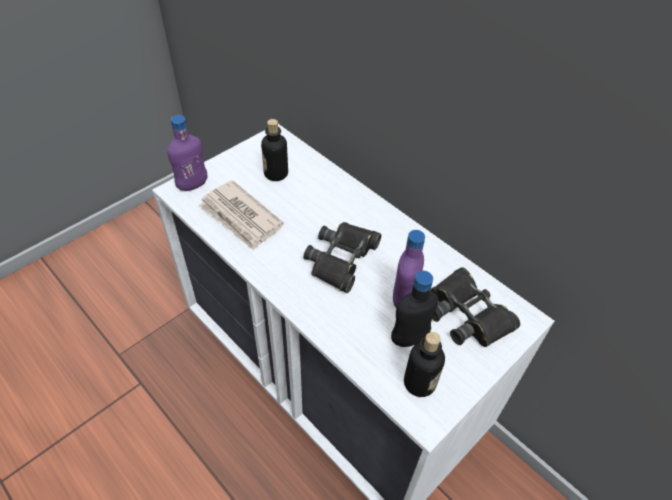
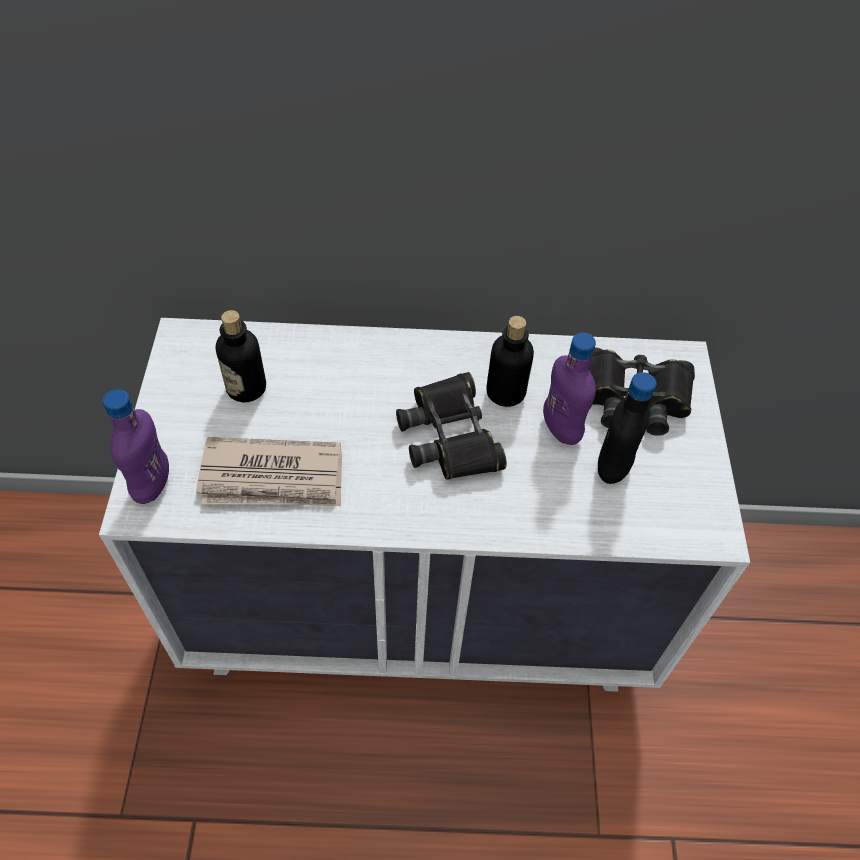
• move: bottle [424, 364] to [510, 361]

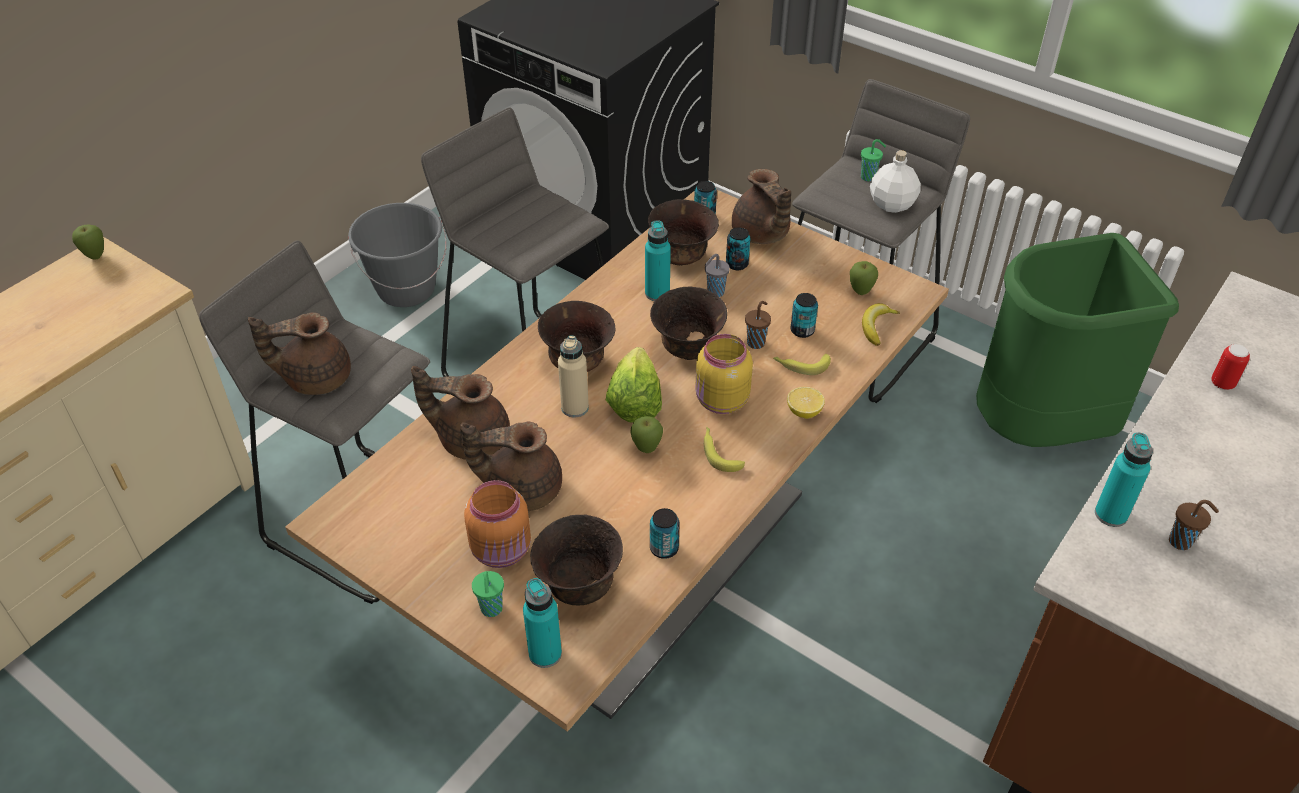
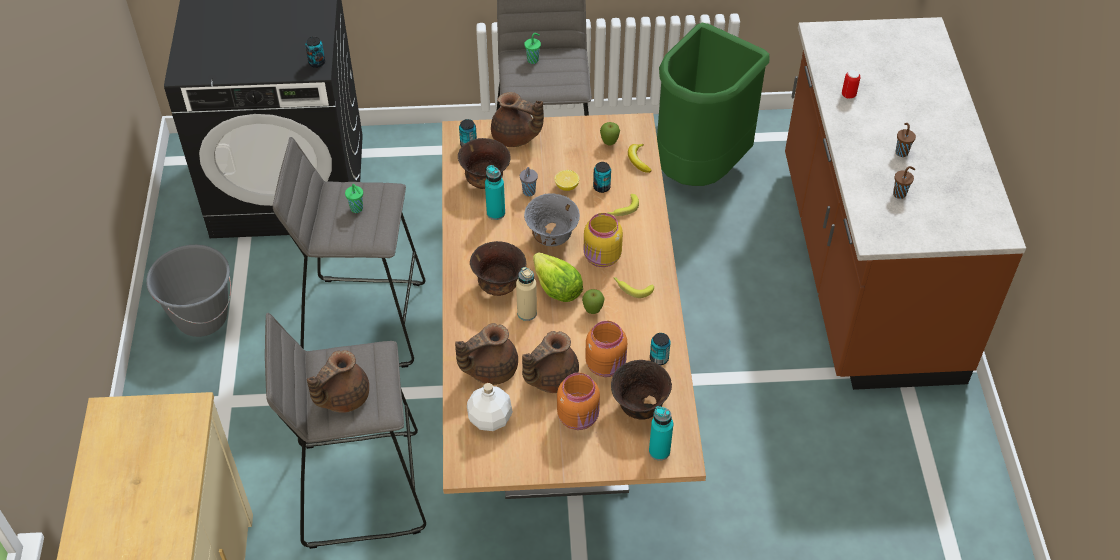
• delete: apple [88, 242]
• move: green_cup [488, 594] to [354, 198]
• recolor: brown_bowl [688, 323] to grey_bowl [552, 220]
• move: can [738, 248] to [315, 52]
• move: brown_cup [758, 325] to [906, 140]
• move: lemon [806, 403] to [566, 180]
• move: white_bottle [895, 181] to [490, 407]
• delete: turquoise_bottle [1124, 480]
• insert: orange_jar [606, 349]

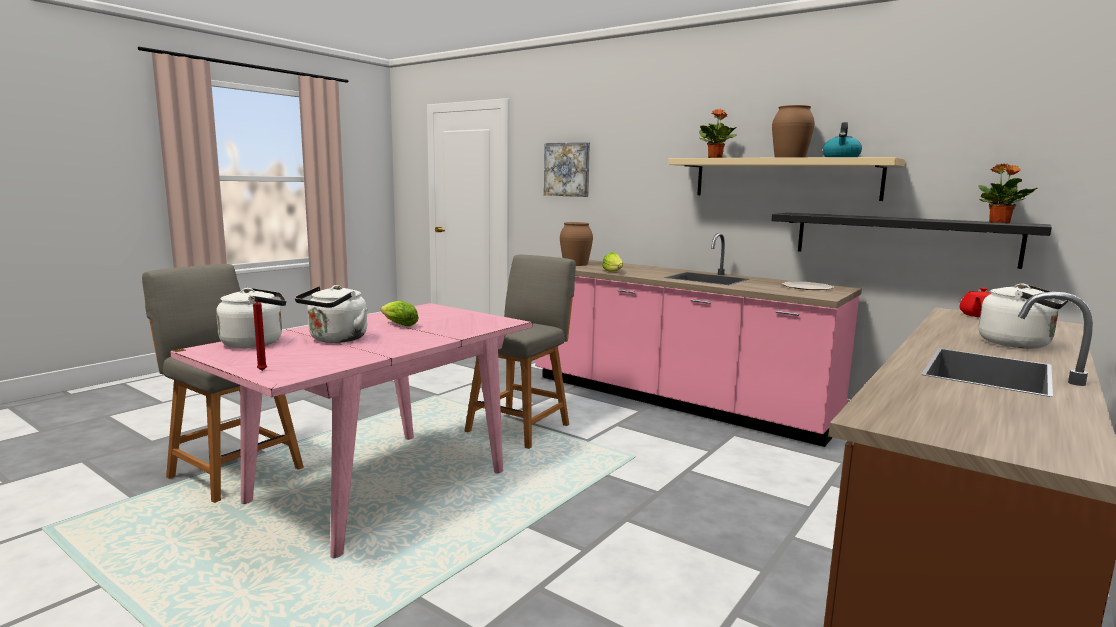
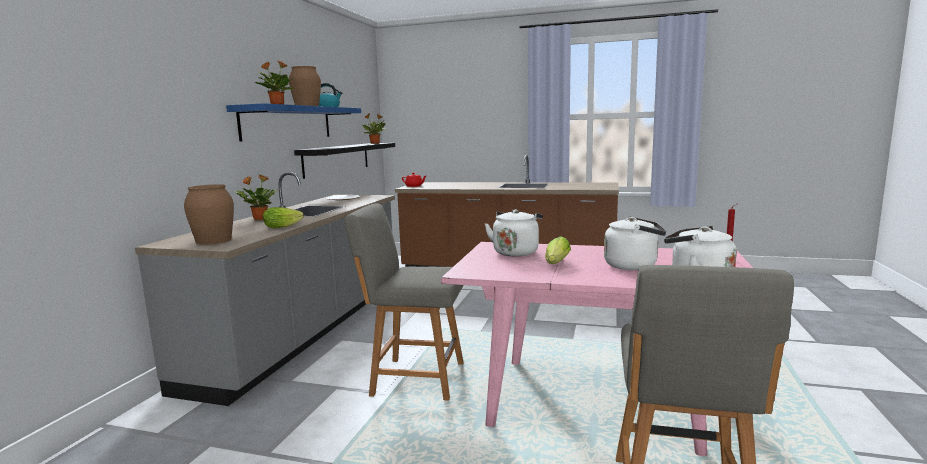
• recolor: pink_counter [698, 340] to grey_counter [265, 289]
• delete: picture [567, 169]
• recolor: beige_shelf [786, 179] to blue_shelf [293, 122]
• move: white_kettle [1023, 316] to [514, 233]
• insert: potted_plant [257, 197]

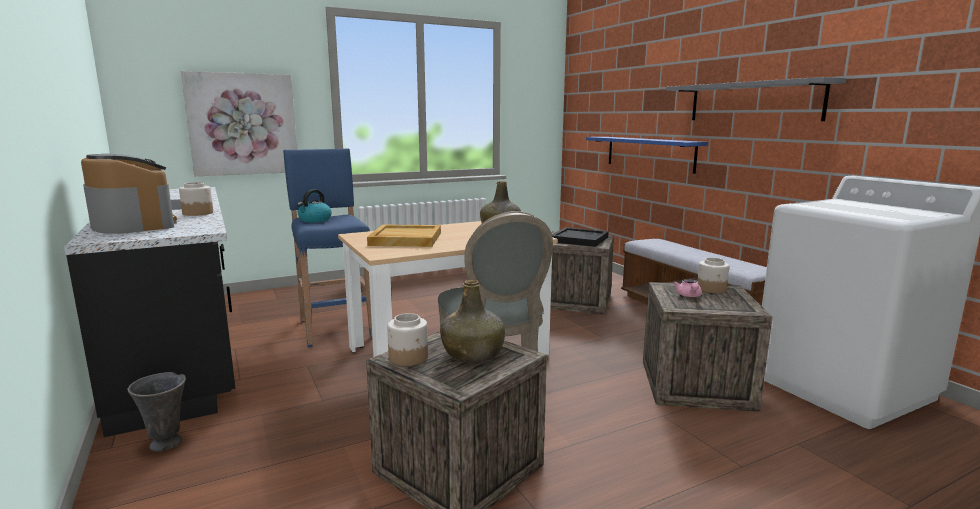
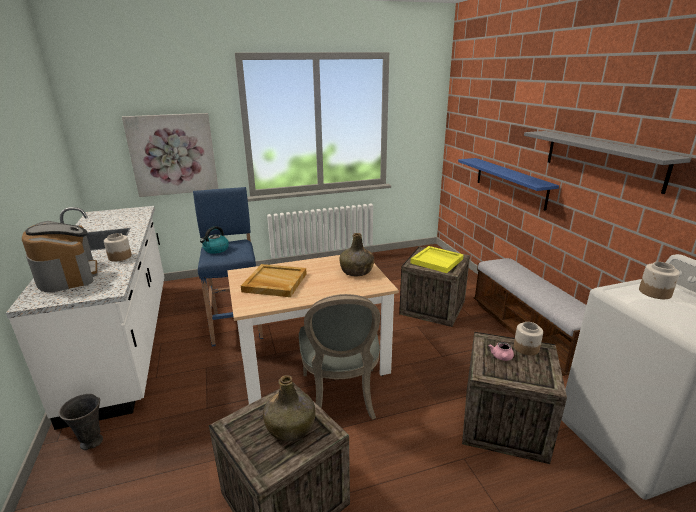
• recolor: black_counter [149, 312] to white_counter [85, 318]
• move: jar [407, 339] to [659, 280]
• recolor: black_tray [580, 237] to yellow_tray [437, 259]

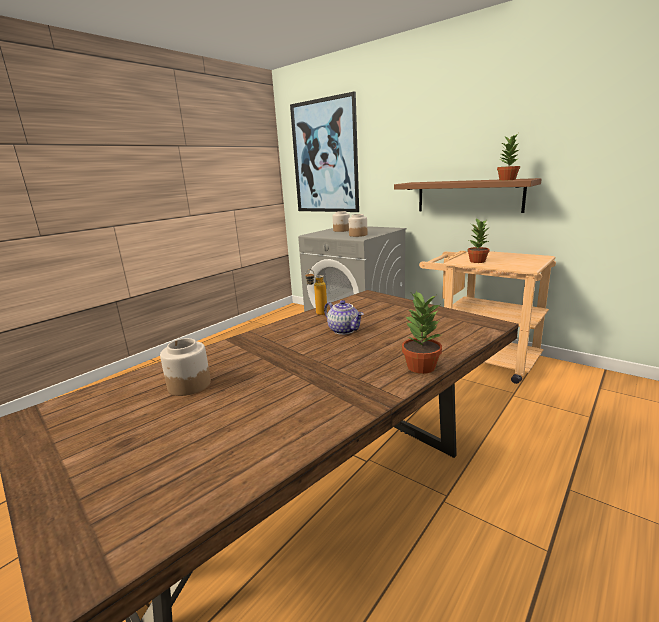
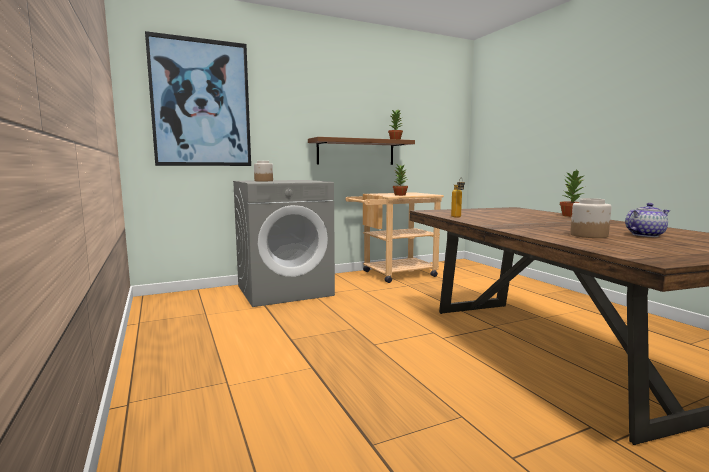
• move: teapot [344, 317] to [647, 220]
• delete: jar [357, 225]

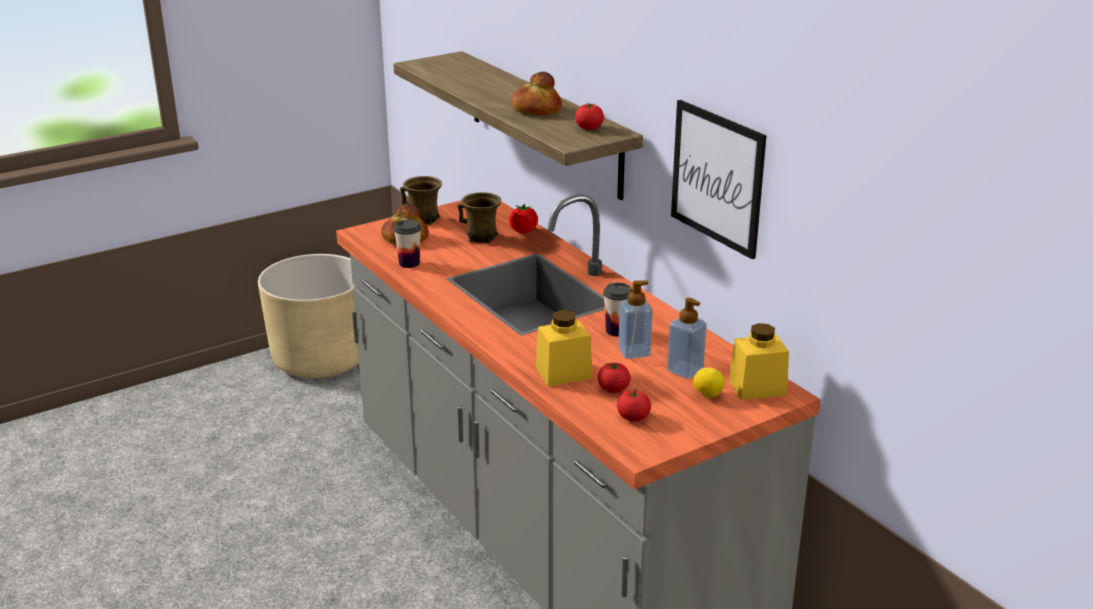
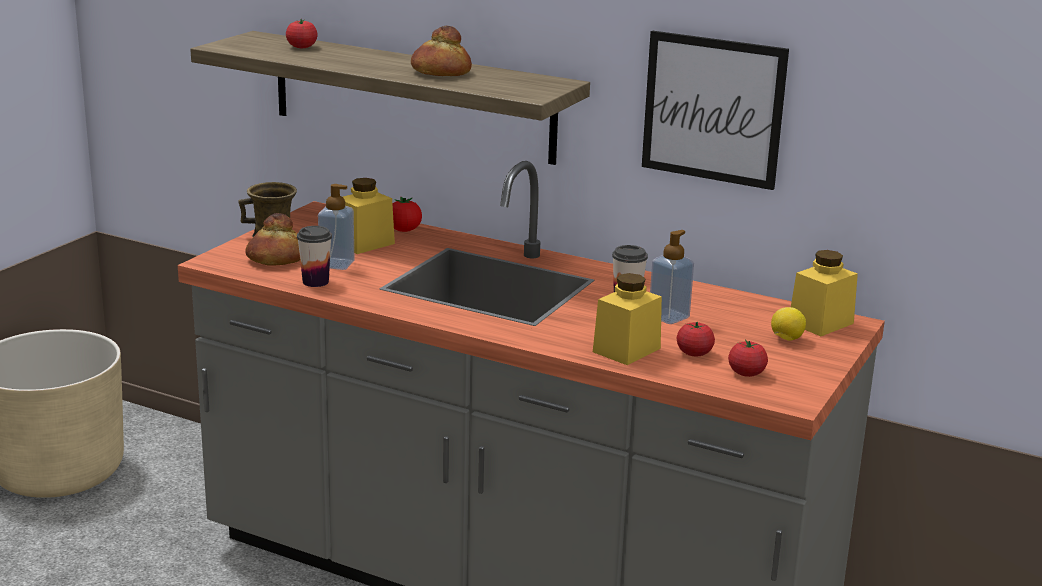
• replace: brown_mug [479, 217] to yellow_jar [369, 216]
• move: tomato [589, 116] to [302, 33]
• move: soap_dispenser [687, 338] to [336, 227]

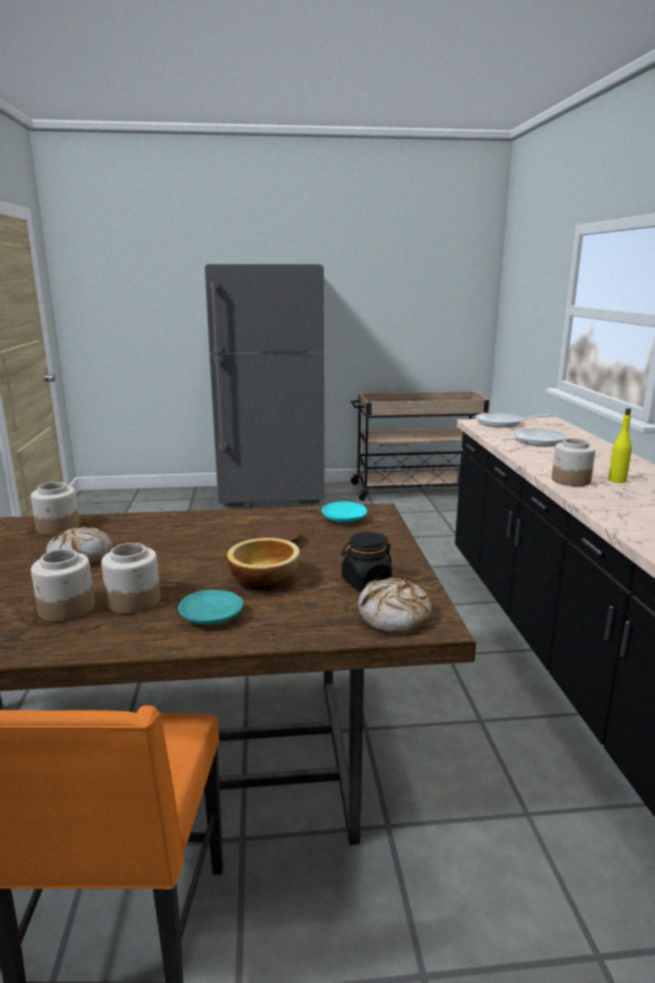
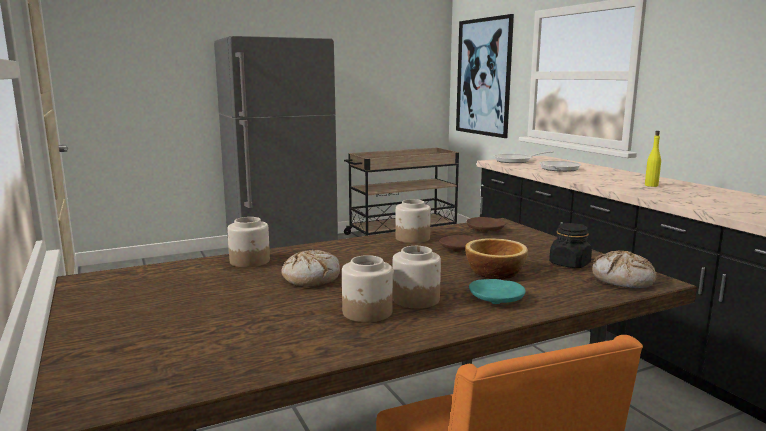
• recolor: turquoise_plate [344, 512] to brown_plate [485, 225]
• move: jar [574, 462] to [413, 221]
• insert: picture [485, 76]

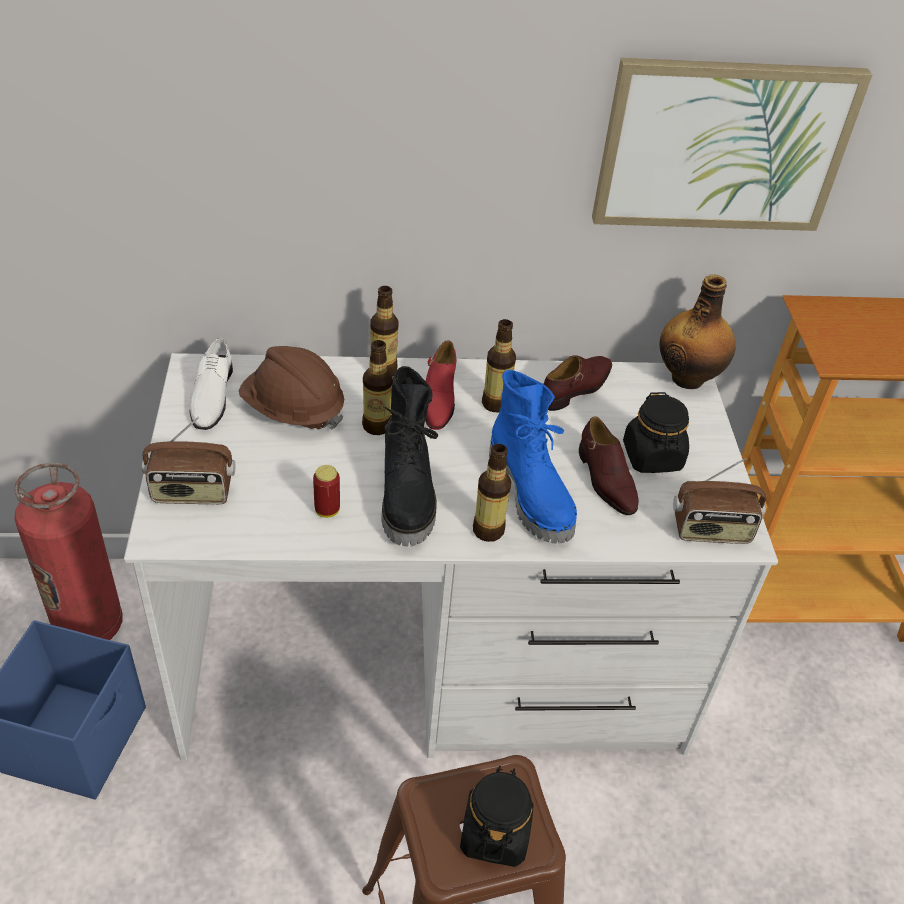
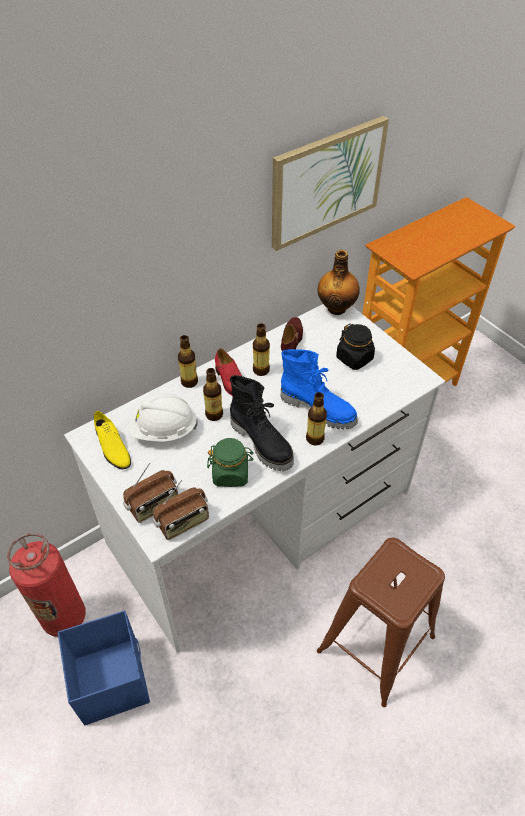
• recolor: white_shoe [211, 384] to yellow_shoe [112, 440]
• recolor: brown_hard_hat [291, 388] to white_hard_hat [163, 417]
• replace: can [326, 491] to green_jar [230, 462]
• delete: black_jar [497, 816]
• delete: brown_shoe [608, 465]
• move: radio [719, 501] to [181, 510]

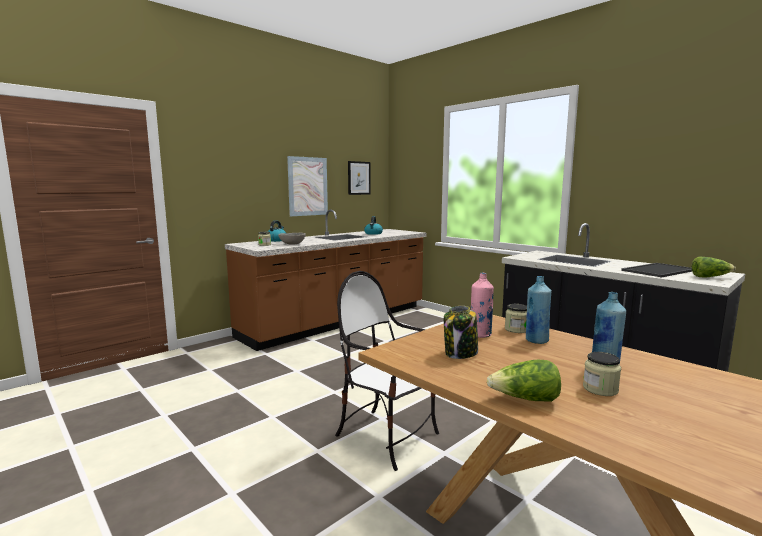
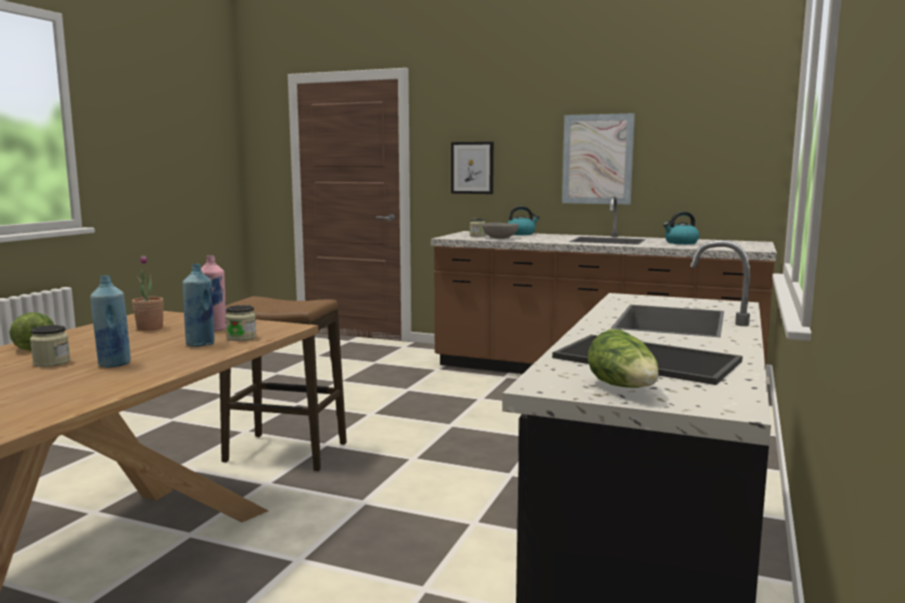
• replace: chair [387, 371] to stool [283, 384]
• move: picture [359, 178] to [472, 168]
• replace: jar [461, 332] to potted_plant [148, 293]

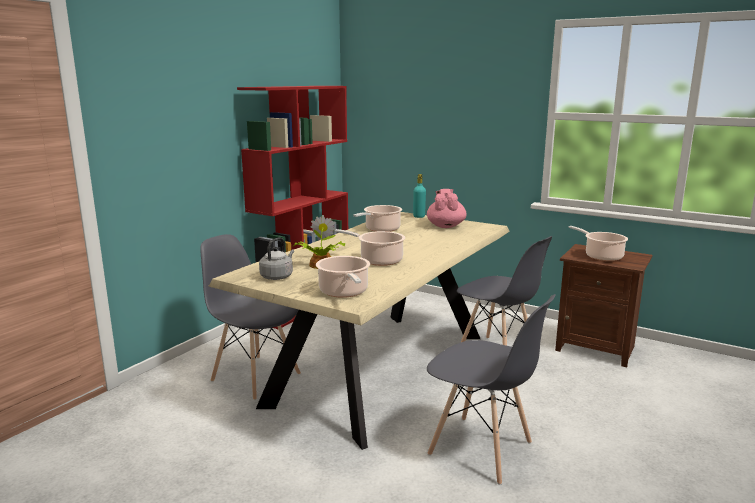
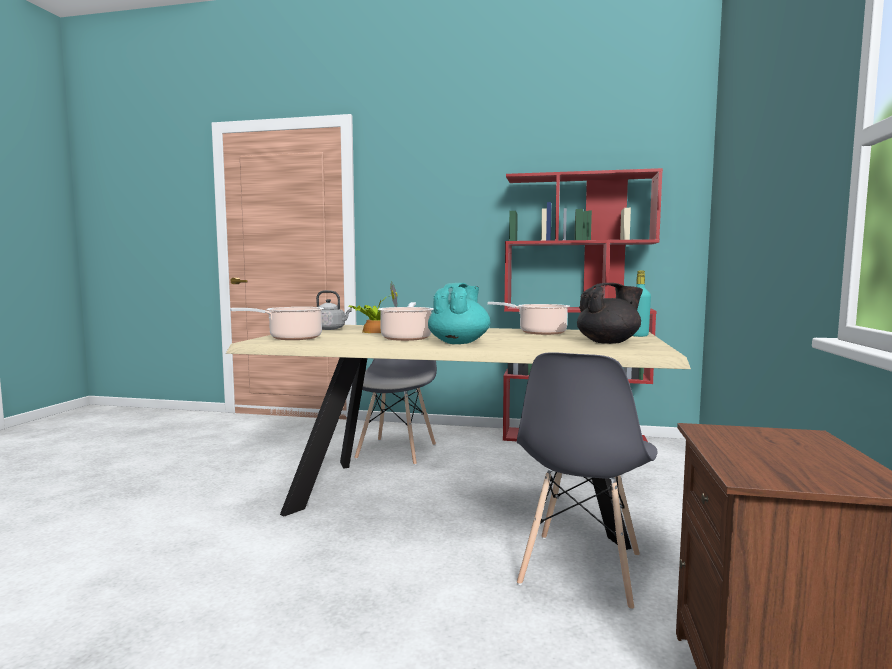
• recolor: pink_teapot [447, 208] to black_teapot [610, 313]
• delete: grey_chair [491, 389]
• delete: cooking_pot [598, 243]
• insert: turquoise_teapot [459, 313]

